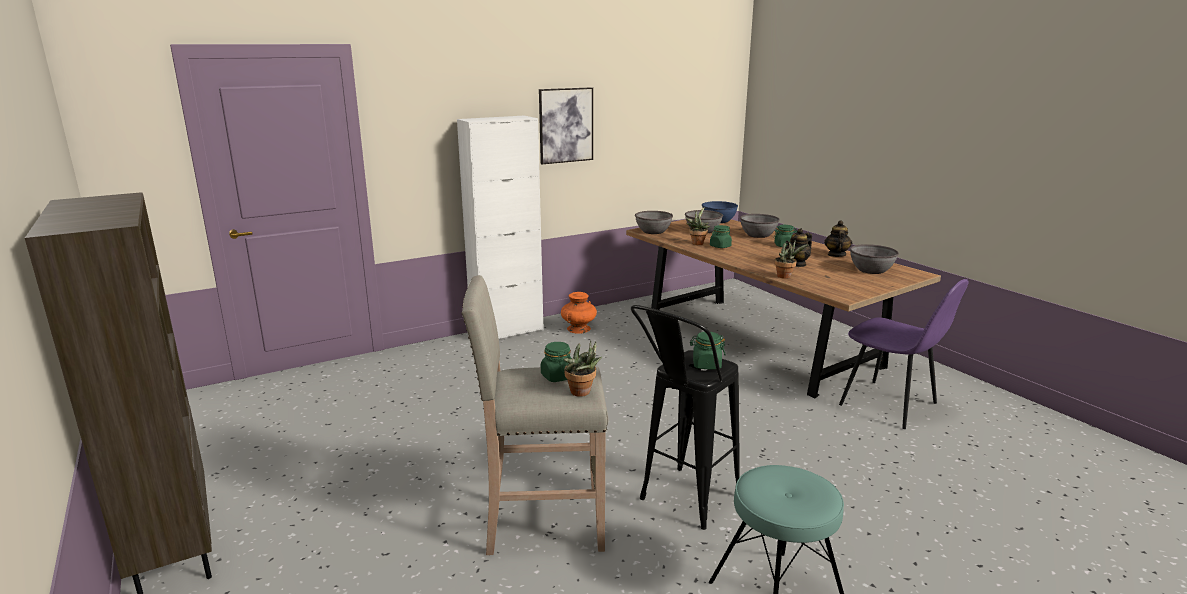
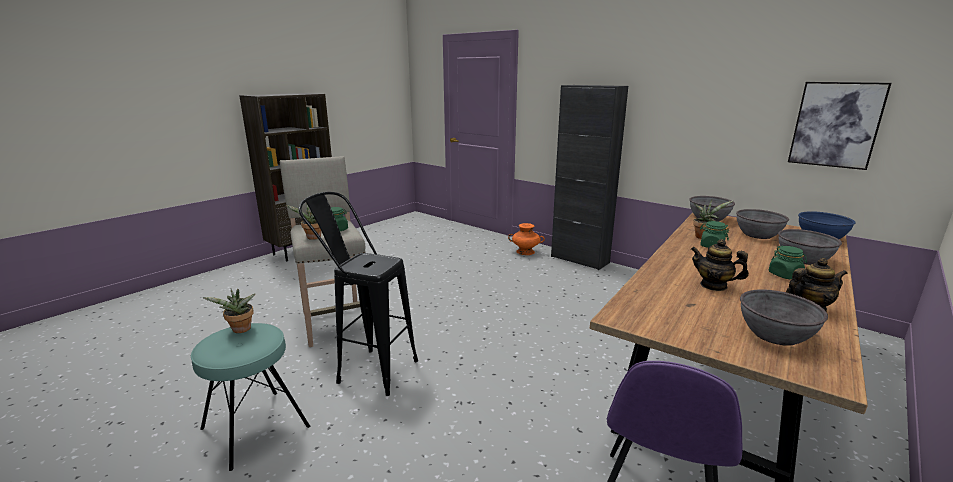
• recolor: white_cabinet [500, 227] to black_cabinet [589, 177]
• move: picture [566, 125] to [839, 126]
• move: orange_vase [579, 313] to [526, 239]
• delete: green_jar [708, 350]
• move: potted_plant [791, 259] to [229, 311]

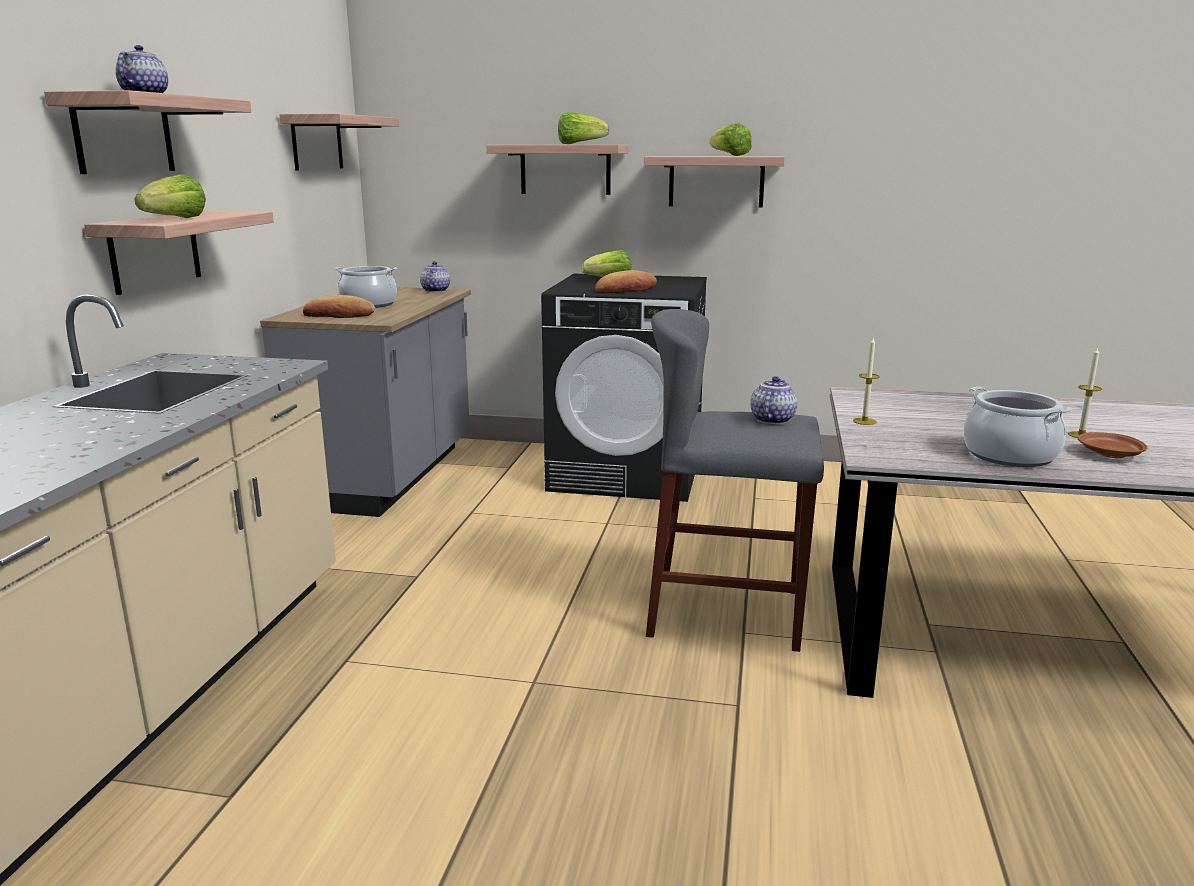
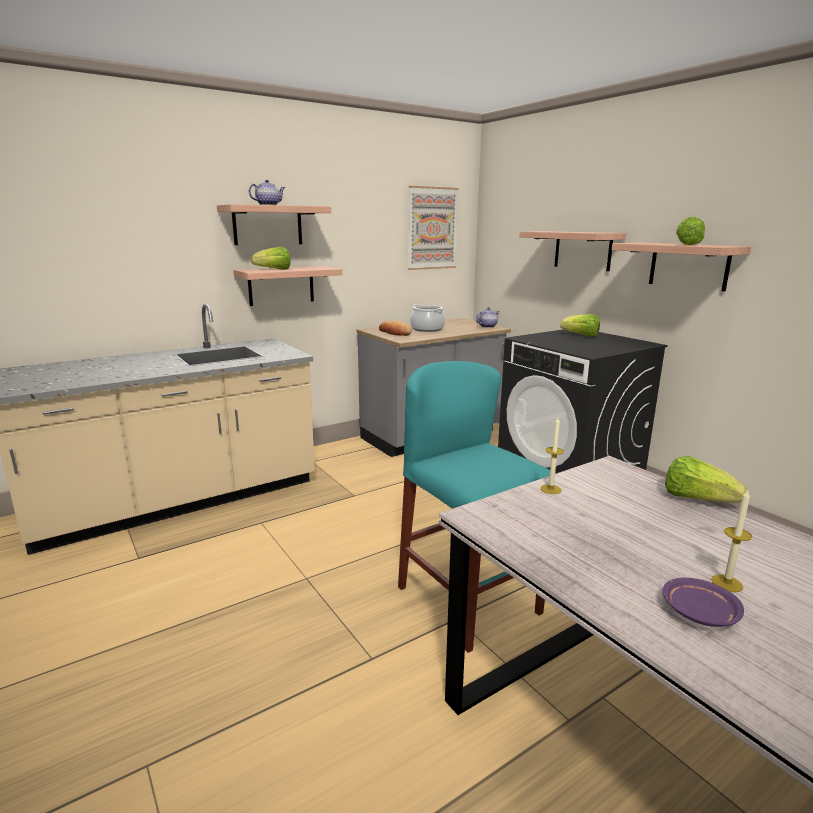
• replace: shelf [339, 142] to picture [433, 228]
• move: lettuce [583, 128] to [706, 479]
• delete: bread [626, 281]
• recolor: grey_stool [735, 480] to turquoise_stool [477, 507]
• delete: teapot [773, 400]
• delete: cooking_pot [1017, 427]
• recolor: brown_plate [1113, 445] to purple_plate [703, 602]

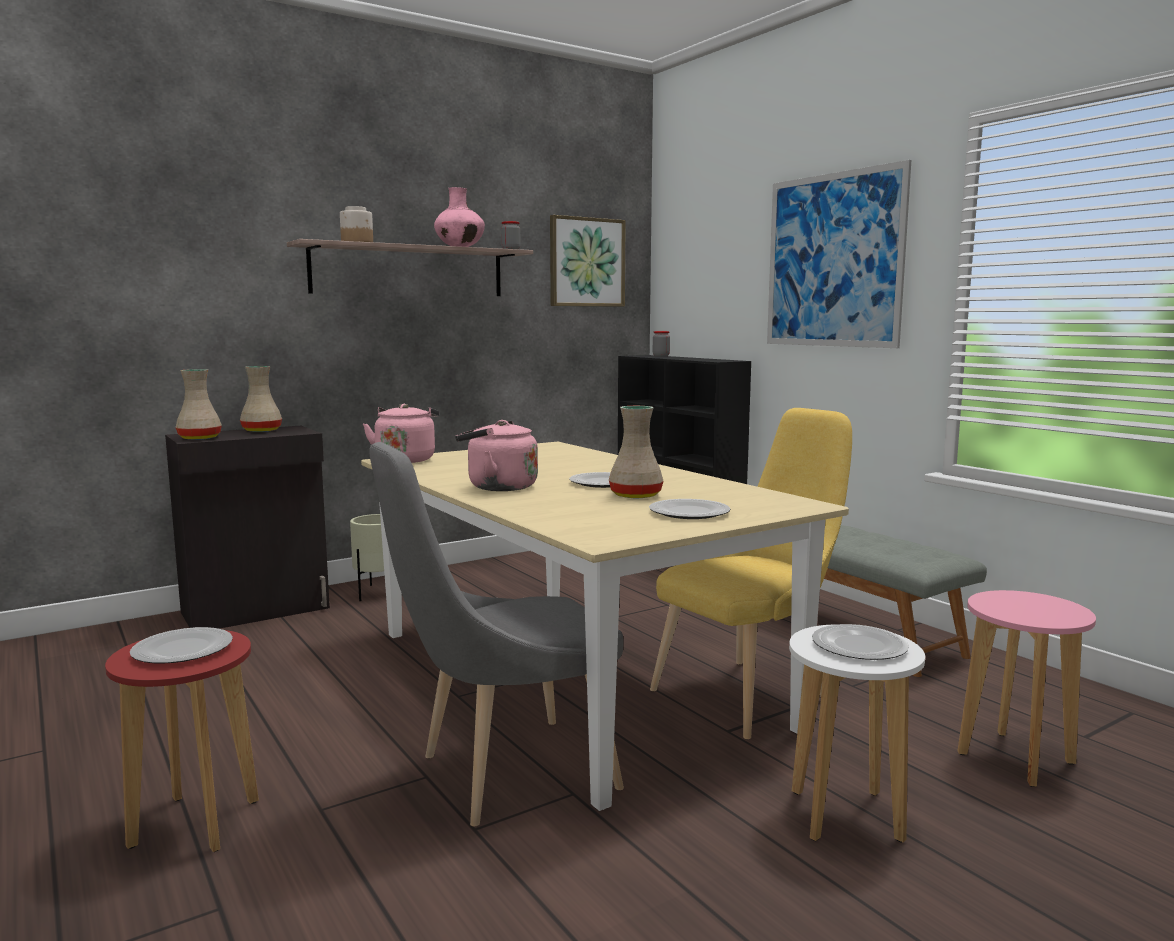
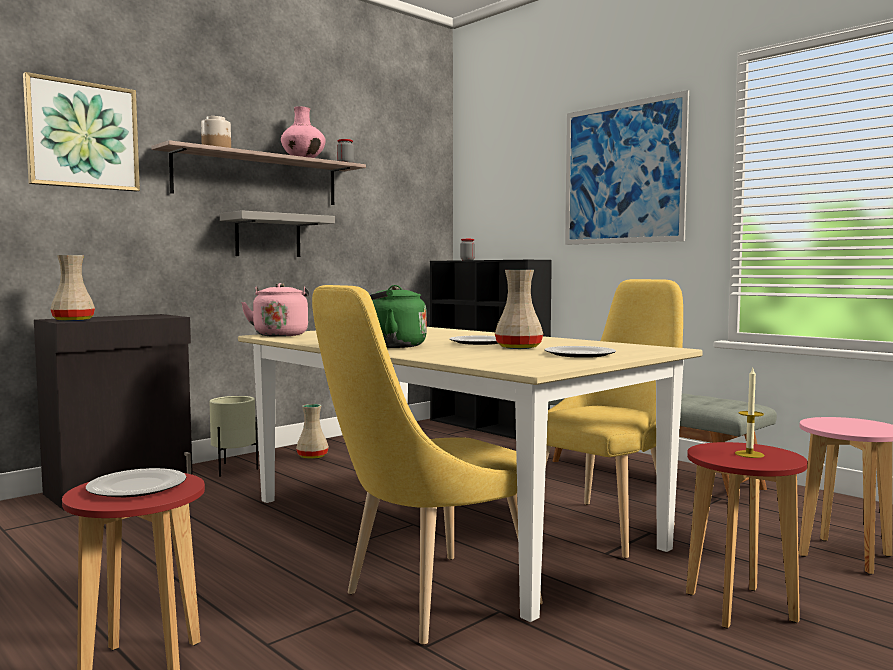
• move: beige_vase [261, 399] to [312, 431]
• recolor: grey_chair [496, 634] to yellow_chair [427, 465]
• recolor: pink_kettle [496, 455] to green_kettle [398, 316]
• move: picture [588, 261] to [81, 132]
• recolor: white_stool [857, 733] to red_stool [747, 535]
• replace: plate [860, 642] to candle [749, 413]
• insert: grey_shelf [277, 233]

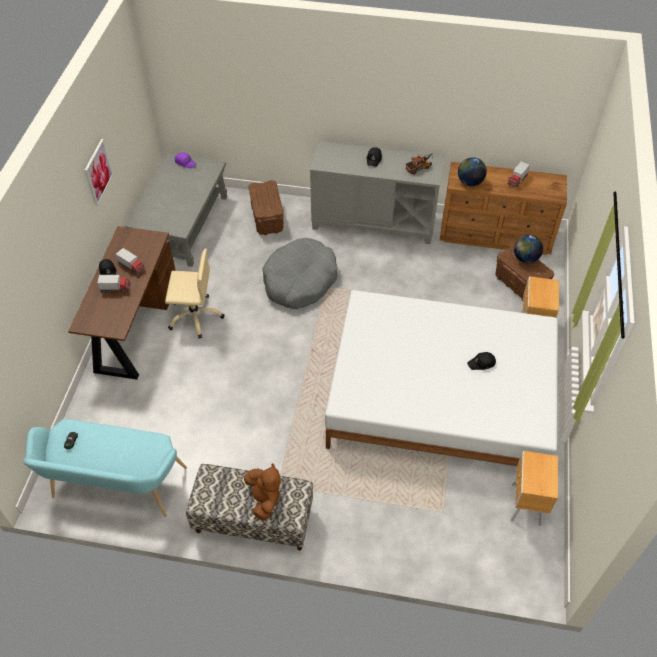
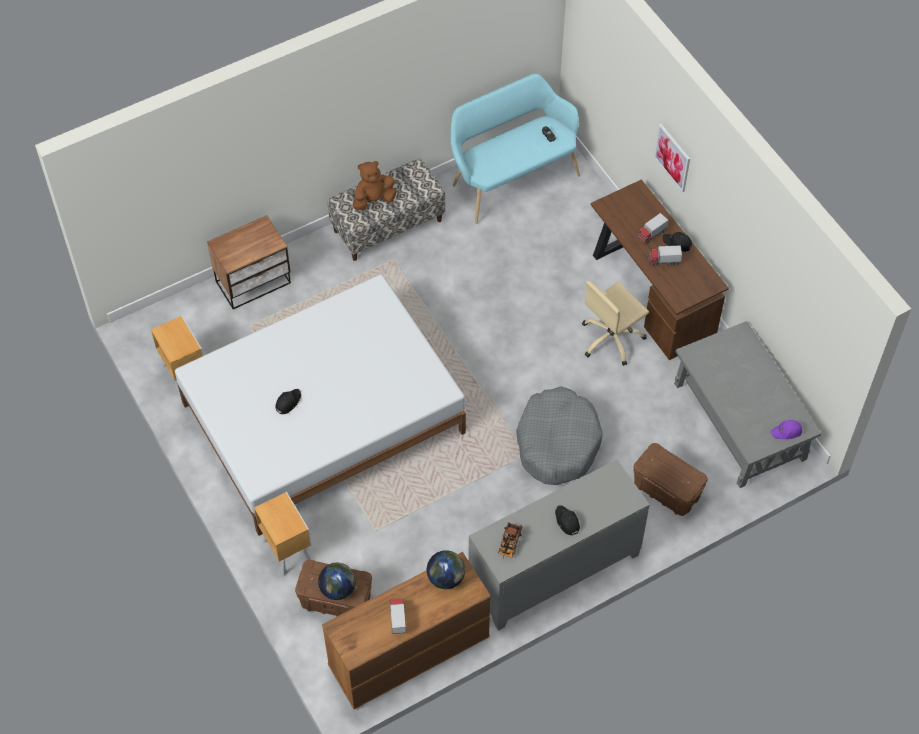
• move: picture [99, 172] to [672, 158]
• rotate: brown_plush_toy [262, 491] = [374, 185] 120 degrees clockwise
• insert: nightstand [249, 262]

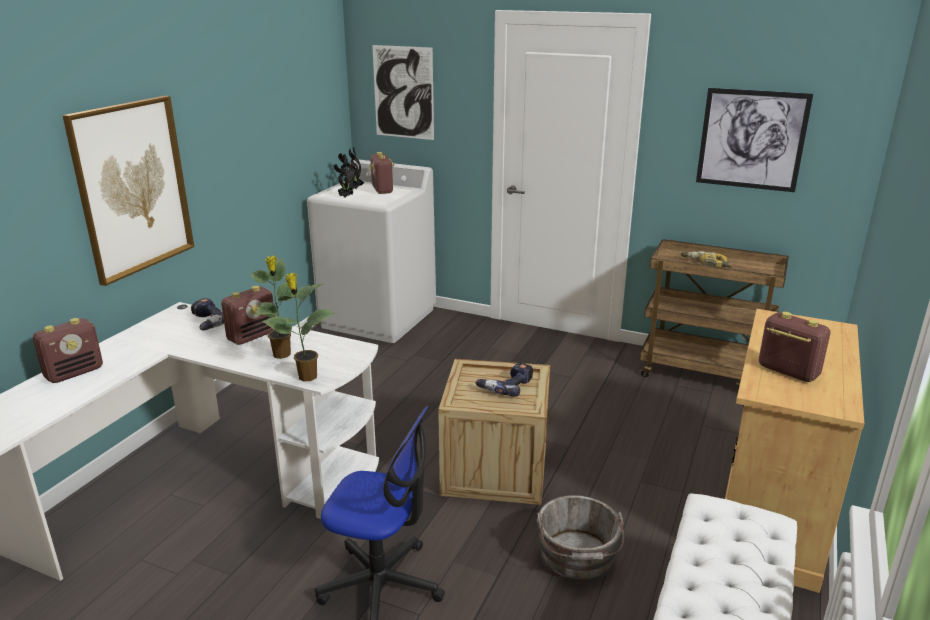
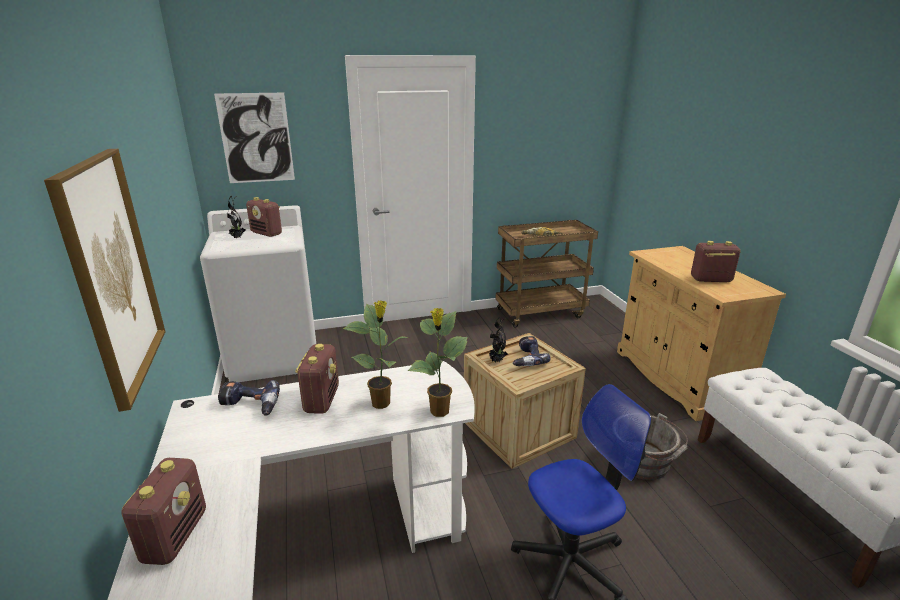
• move: potted_plant [343, 175] to [498, 339]
• delete: picture [754, 140]

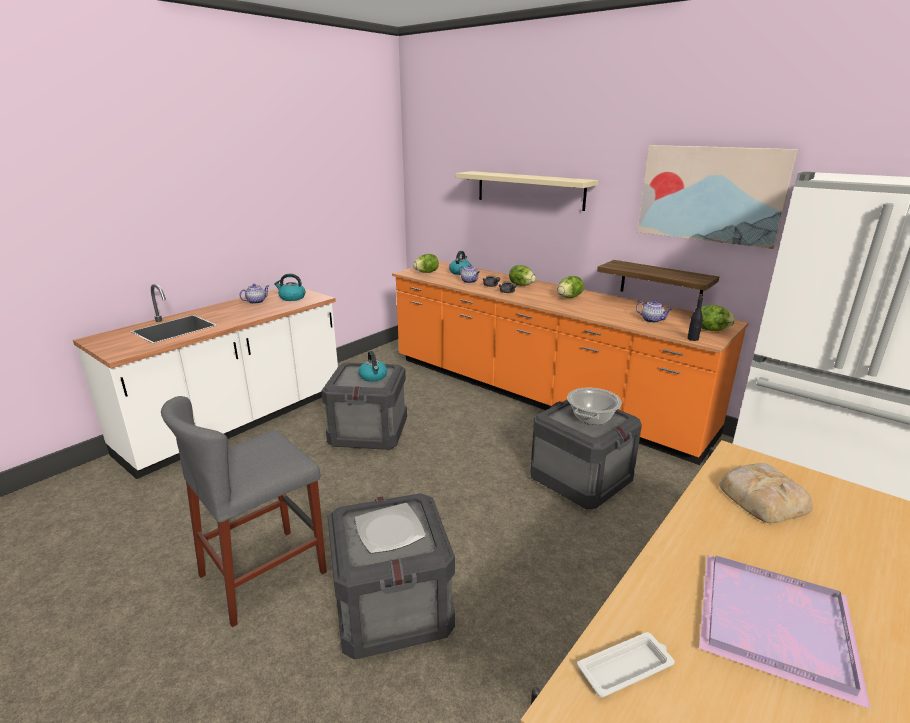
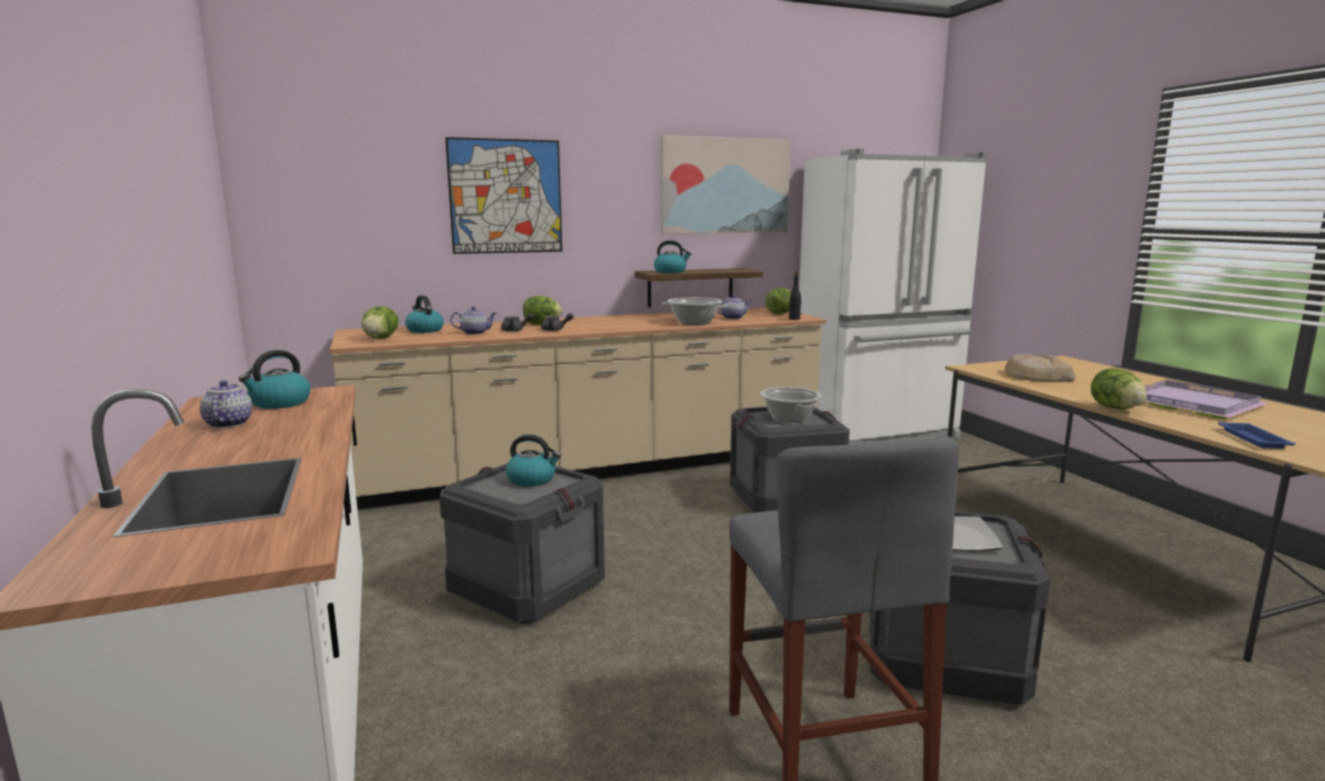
• recolor: orange_counter [570, 363] to beige_counter [578, 409]
• replace: beige_shelf [526, 191] to picture [503, 195]
• move: lettuce [571, 287] to [1119, 389]
• recolor: white_tray [626, 665] to blue_tray [1256, 435]
• insert: kettle [672, 256]
• insert: cooking_pot [695, 311]

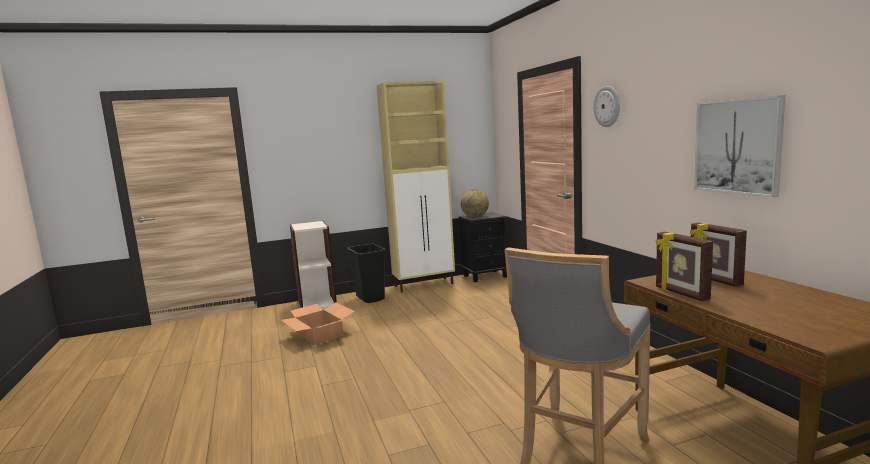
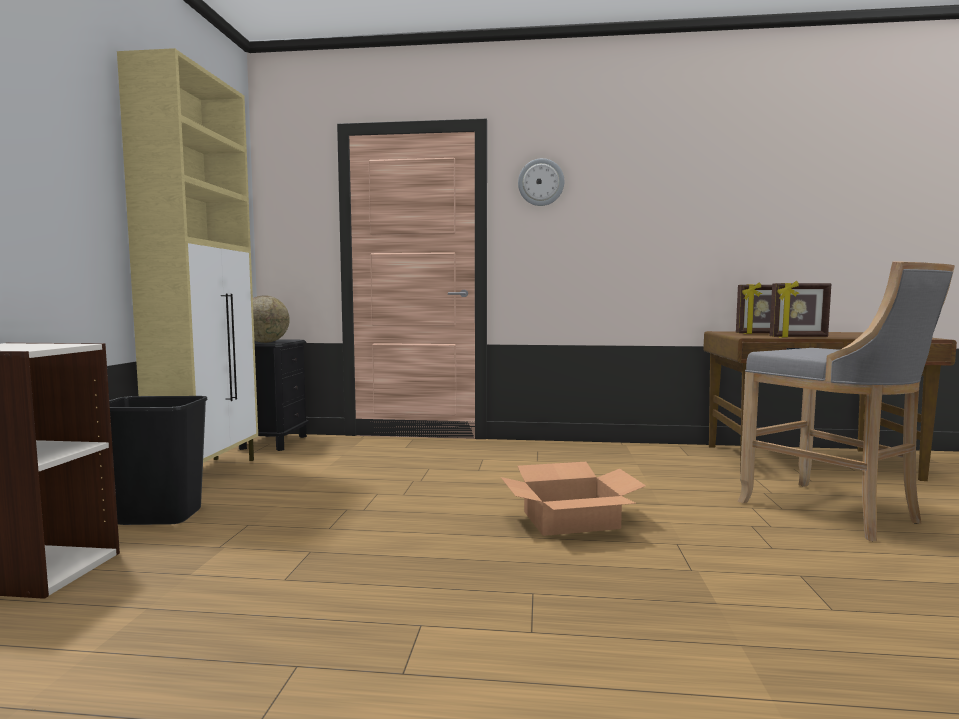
• move: cardboard_box [317, 323] to [573, 499]
• delete: picture [739, 146]

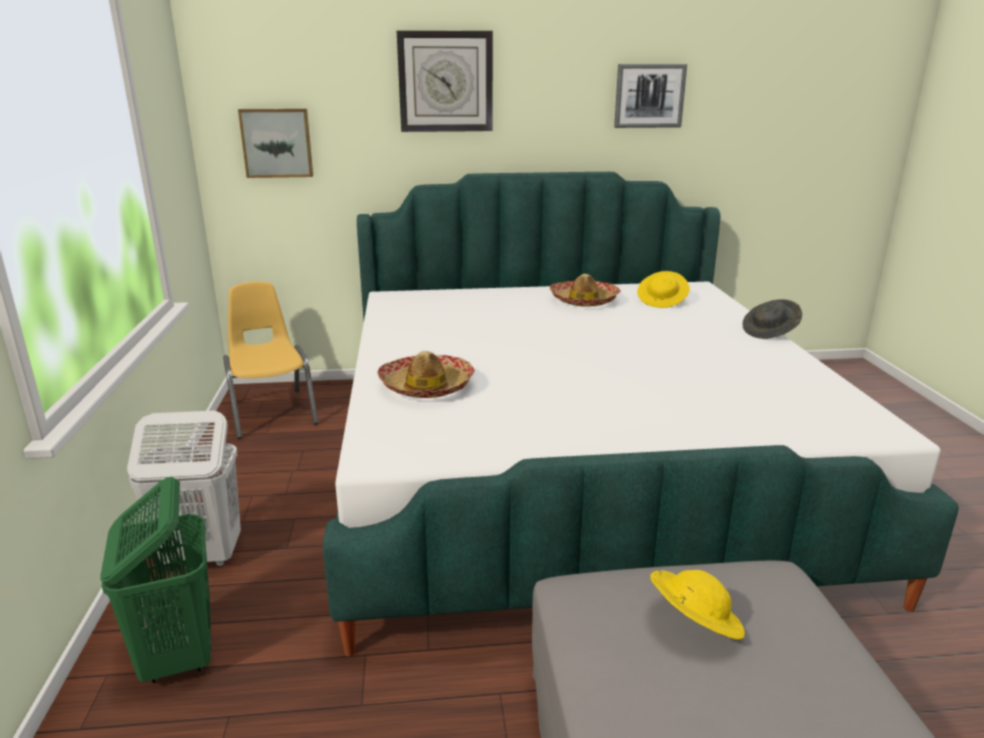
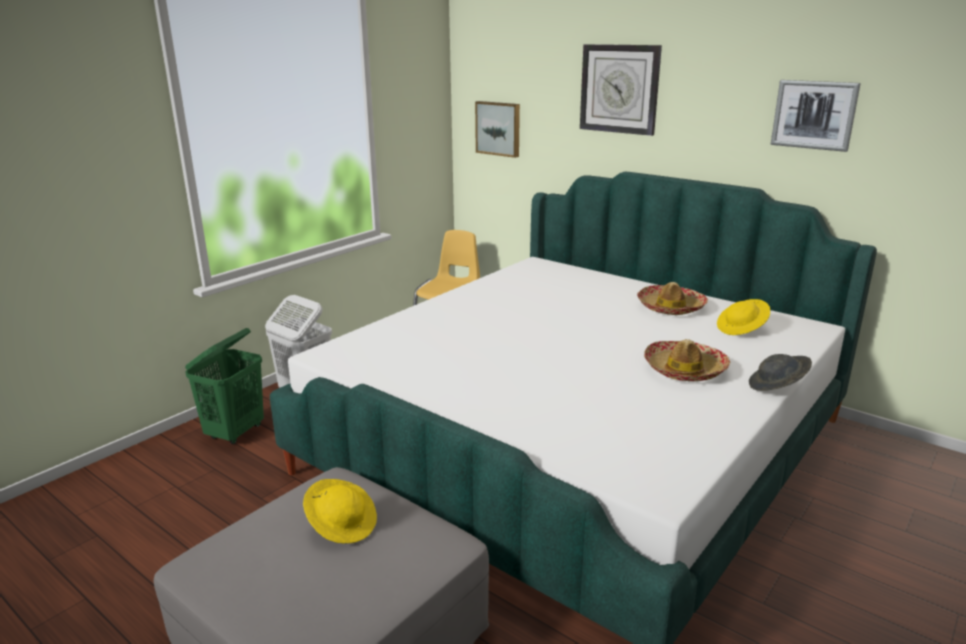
• move: hat [426, 374] to [687, 360]

